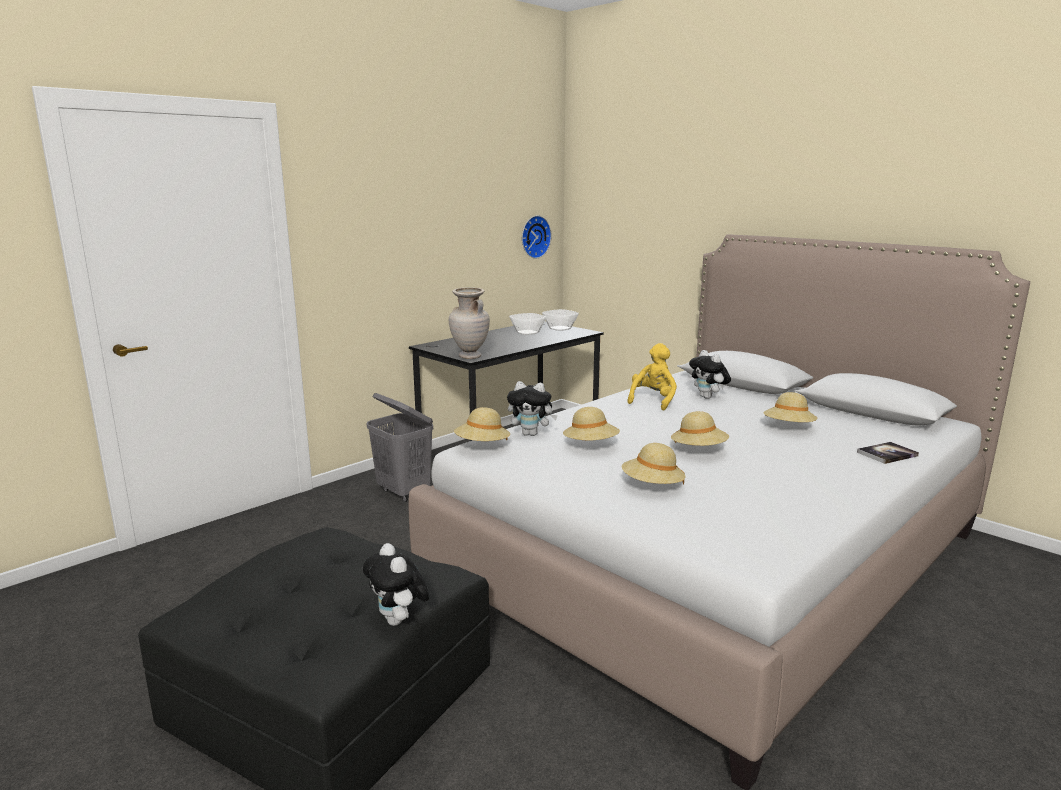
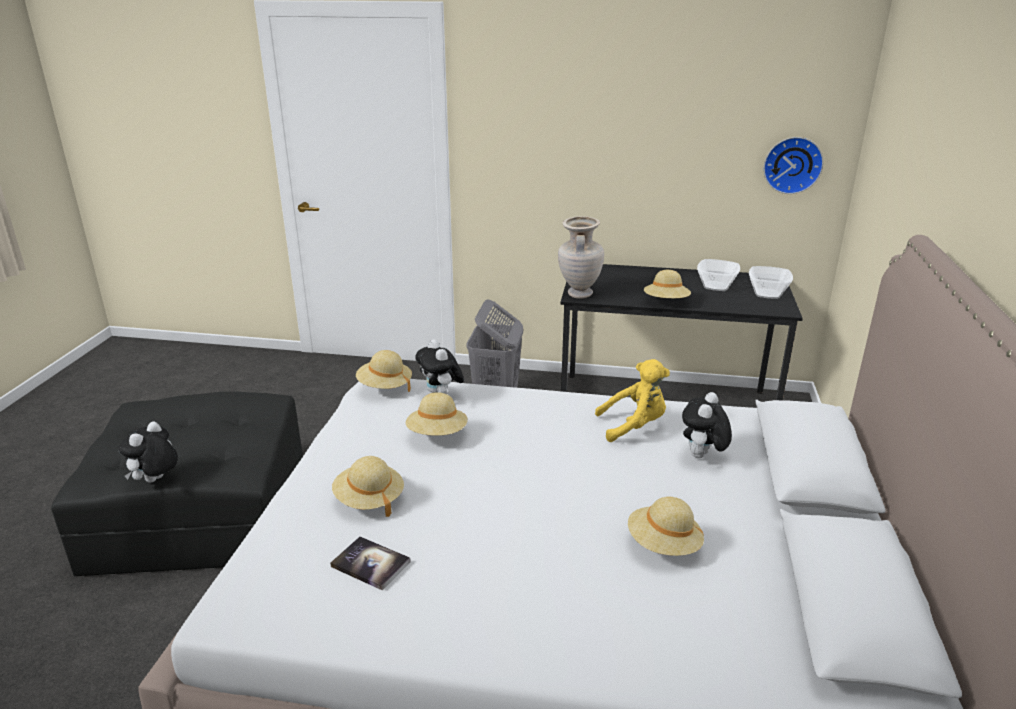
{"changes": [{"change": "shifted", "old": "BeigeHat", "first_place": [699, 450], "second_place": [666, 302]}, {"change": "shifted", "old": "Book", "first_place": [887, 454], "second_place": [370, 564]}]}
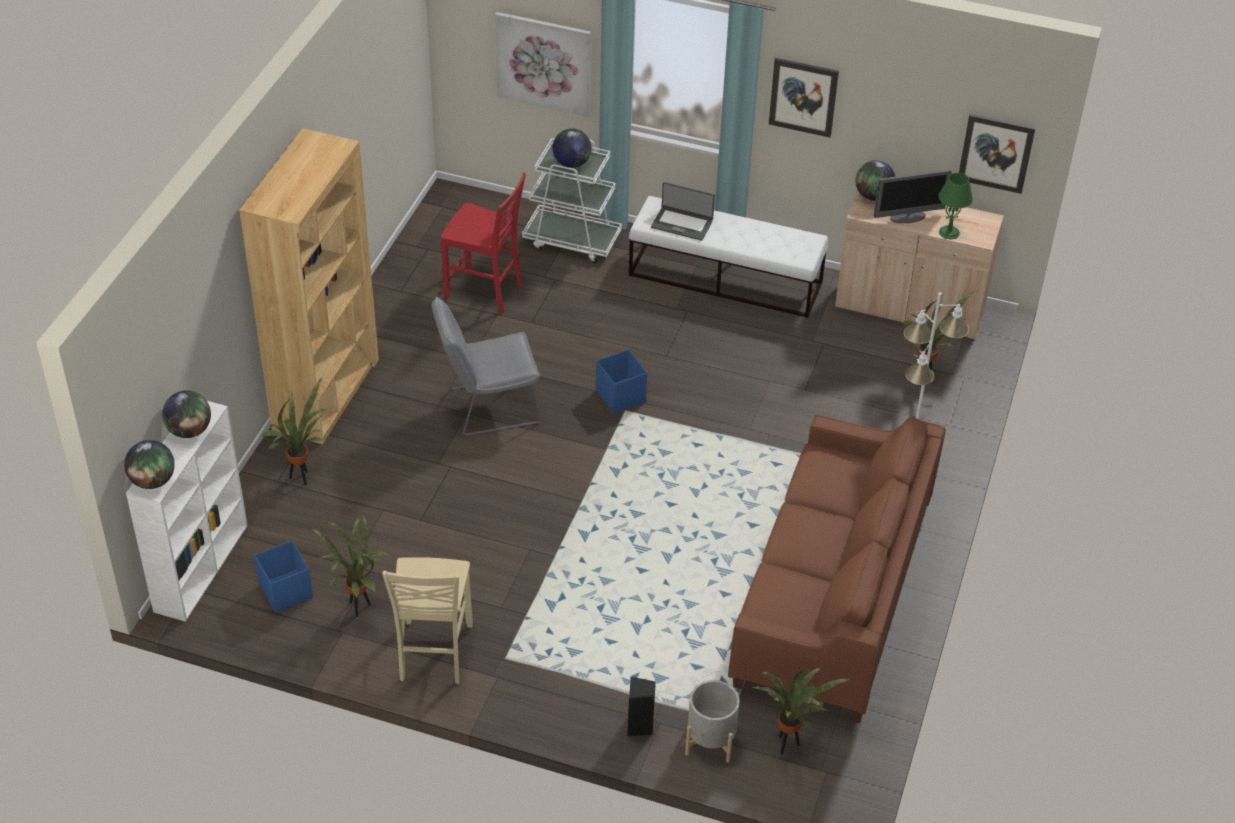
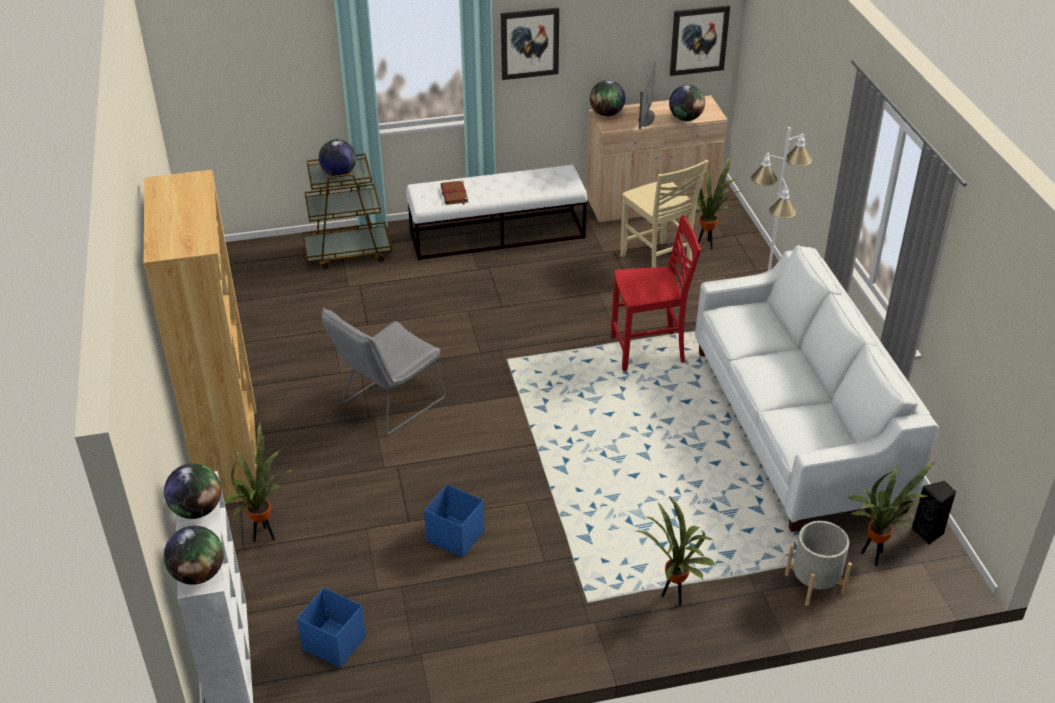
{"changes": [{"change": "gone", "old": "Picture", "first_place": [544, 63]}, {"change": "shifted", "old": "PottedPlant", "first_place": [358, 608], "second_place": [674, 598]}, {"change": "shifted", "old": "BeigeChair", "first_place": [433, 653], "second_place": [657, 264]}, {"change": "shifted", "old": "RedChair", "first_place": [485, 291], "second_place": [649, 351]}, {"change": "shifted", "old": "BlueStorageBox", "first_place": [620, 395], "second_place": [455, 536]}, {"change": "shifted", "old": "BlackSpeaker", "first_place": [640, 727], "second_place": [929, 533]}, {"change": "swapped", "old": "Laptop", "new": "BrownBook", "first_place": [682, 224], "second_place": [454, 194]}, {"change": "swapped", "old": "GreenTableLamp", "new": "Globe", "first_place": [949, 232], "second_place": [685, 118]}, {"change": "repainted", "old": "WhiteCart", "new": "BrownCart", "first_place": [572, 241], "second_place": [348, 252]}, {"change": "repainted", "old": "BrownSofa", "new": "WhiteSofa", "first_place": [832, 597], "second_place": [796, 428]}, {"change": "rotated", "old": "Monitor", "first_place": [908, 217], "second_place": [646, 118], "degrees": 150}]}
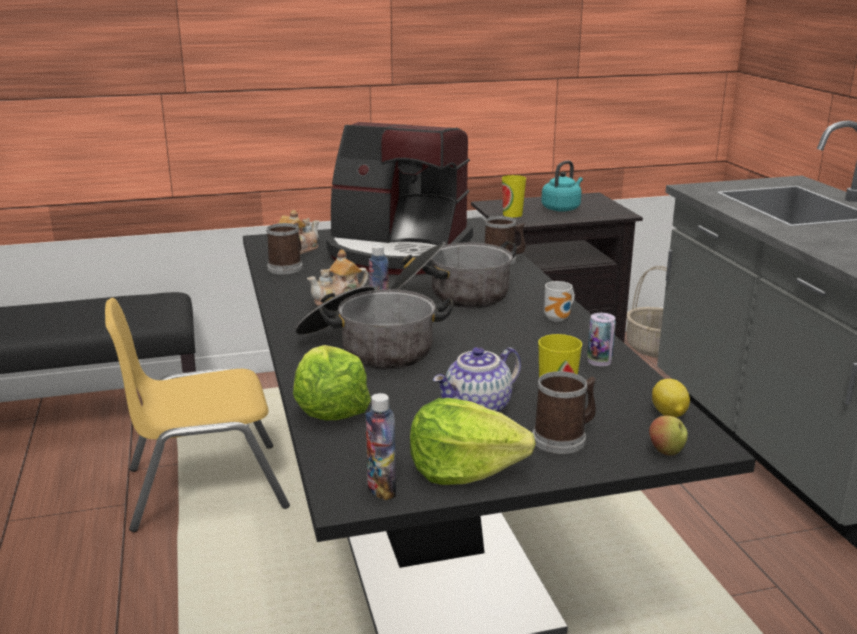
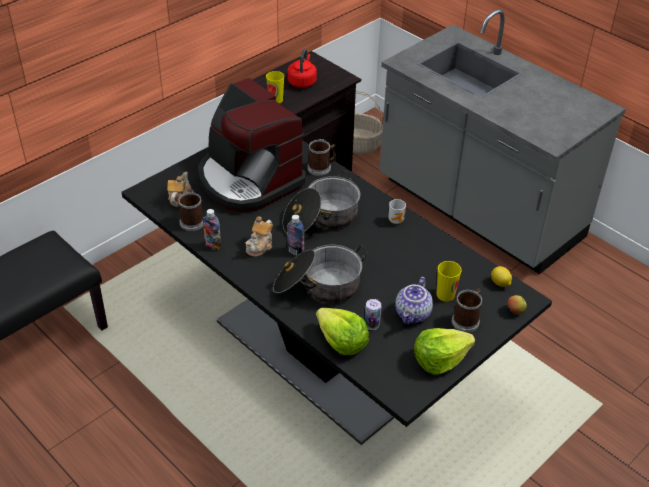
{"changes": [{"change": "gone", "old": "YellowChair", "first_place": [205, 487]}, {"change": "shifted", "old": "Bottle", "first_place": [381, 489], "second_place": [213, 245]}, {"change": "shifted", "old": "Can", "first_place": [599, 361], "second_place": [372, 324]}, {"change": "repainted", "old": "TurquoiseKettle", "new": "RedKettle", "first_place": [562, 208], "second_place": [302, 81]}, {"change": "rotated", "old": "CoffeeMachine", "first_place": [397, 252], "second_place": [248, 180], "degrees": 60}]}
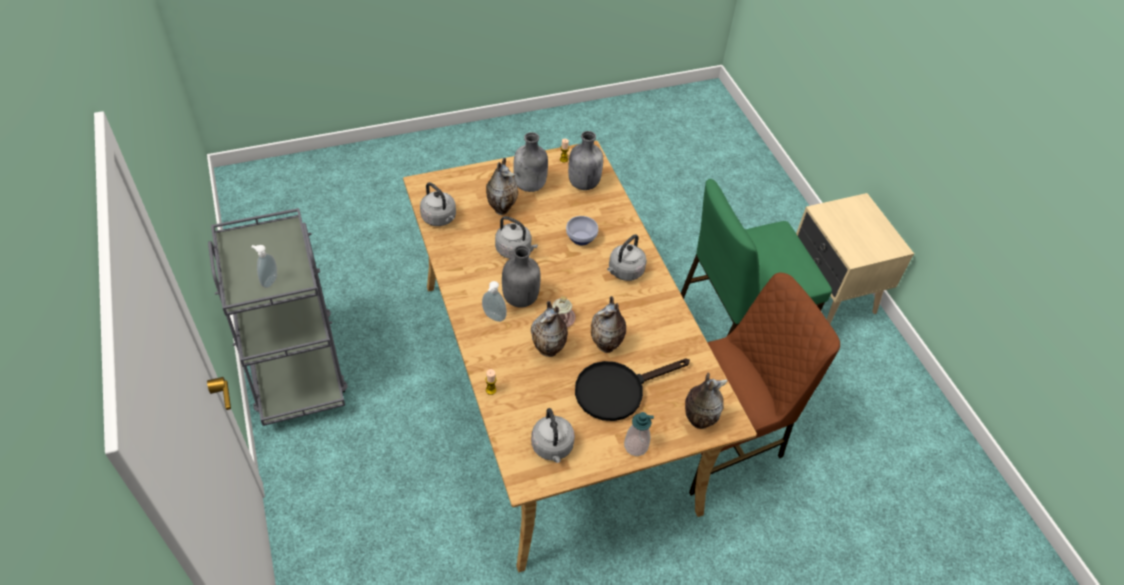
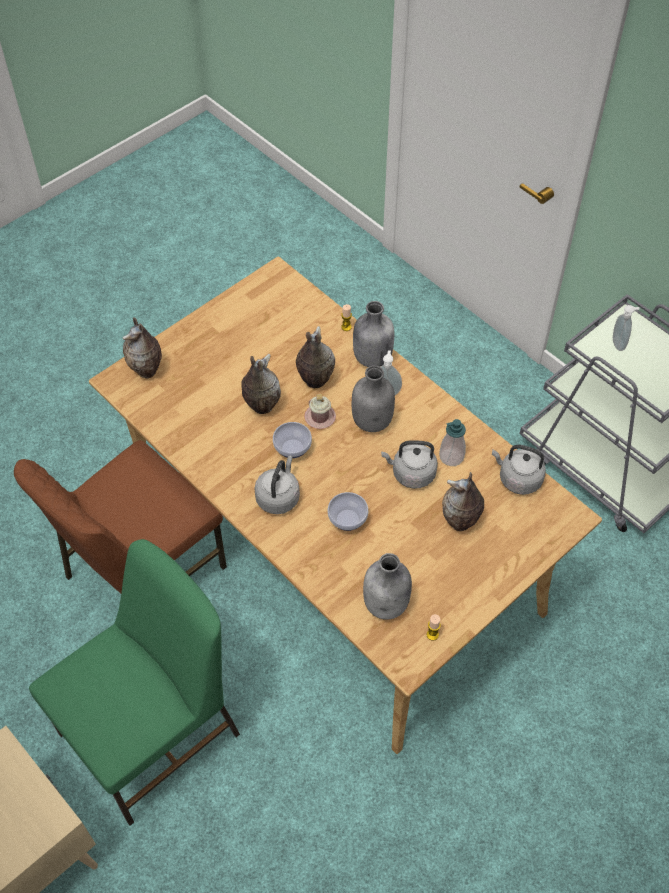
{"changes": [{"change": "gone", "old": "GreyKettle", "first_place": [552, 448]}, {"change": "gone", "old": "BlackFryingPan", "first_place": [617, 390]}, {"change": "new", "new": "Bowl", "second_place": [292, 450]}, {"change": "shifted", "old": "GreyBottle", "first_place": [530, 185], "second_place": [371, 357]}, {"change": "shifted", "old": "SoapDispenser", "first_place": [636, 446], "second_place": [451, 456]}]}
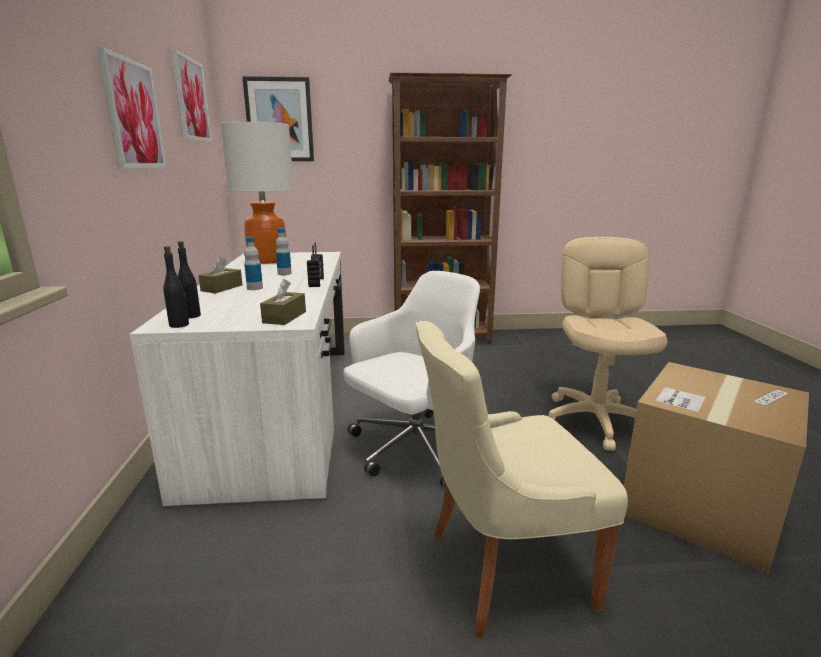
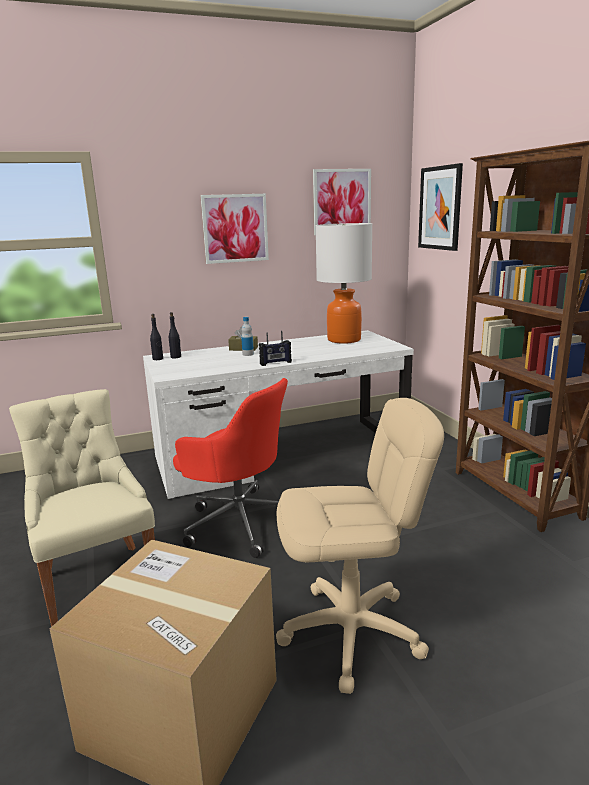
{"changes": [{"change": "gone", "old": "BrownTissueBox", "first_place": [284, 317]}, {"change": "gone", "old": "Bottle", "first_place": [284, 273]}, {"change": "repainted", "old": "WhiteOfficeChair", "new": "RedOfficeChair", "first_place": [414, 450], "second_place": [239, 521]}]}
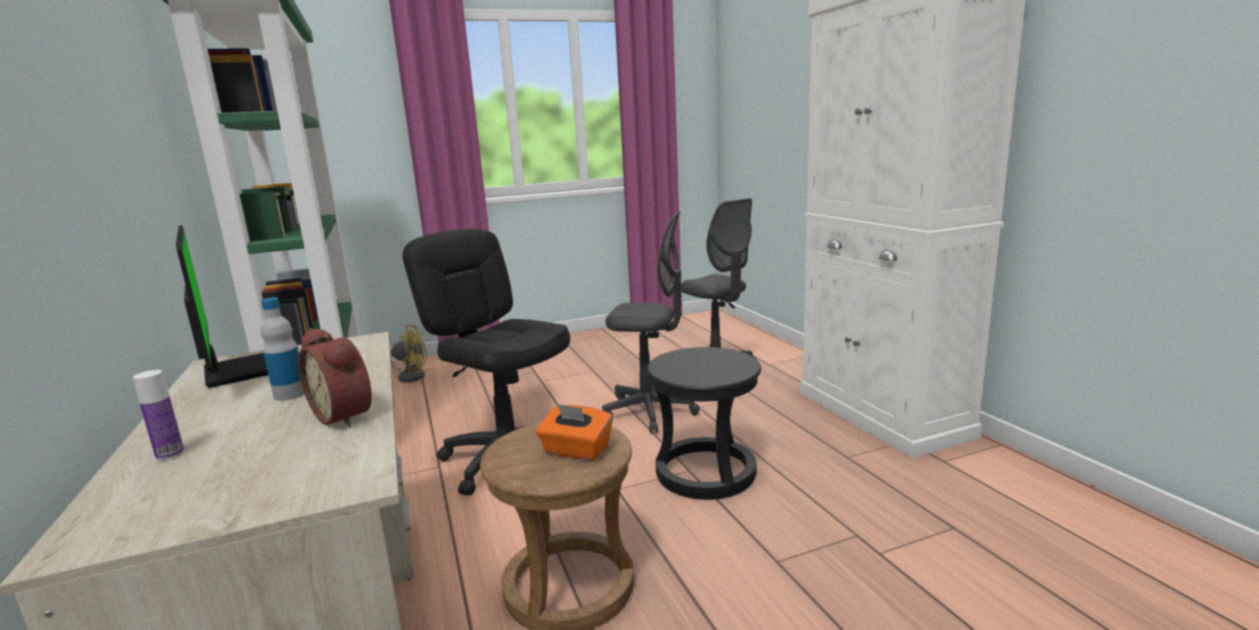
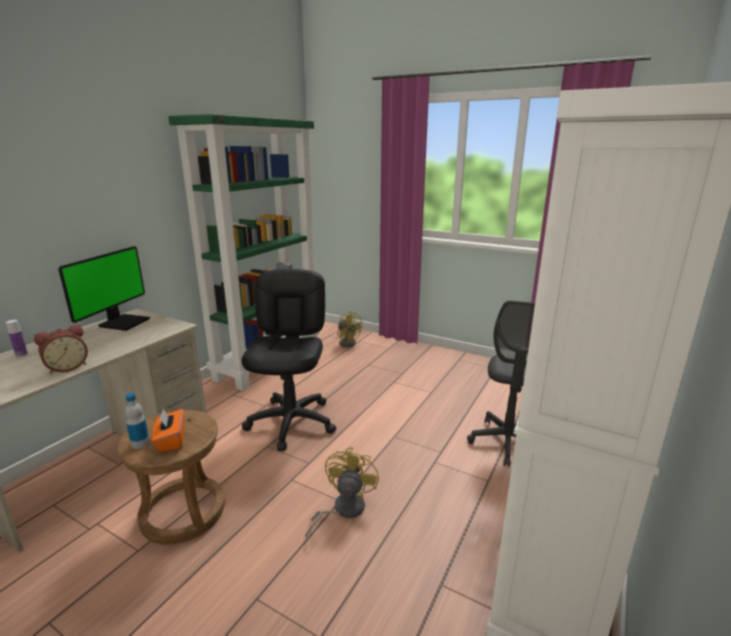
{"changes": [{"change": "gone", "old": "GreyOfficeChair", "first_place": [649, 412]}, {"change": "shifted", "old": "Bottle", "first_place": [290, 394], "second_place": [140, 443]}, {"change": "swapped", "old": "BlackStool", "new": "YellowFan", "first_place": [705, 472], "second_place": [343, 510]}, {"change": "rotated", "old": "AlarmClock", "first_place": [347, 415], "second_place": [67, 367], "degrees": -135}]}
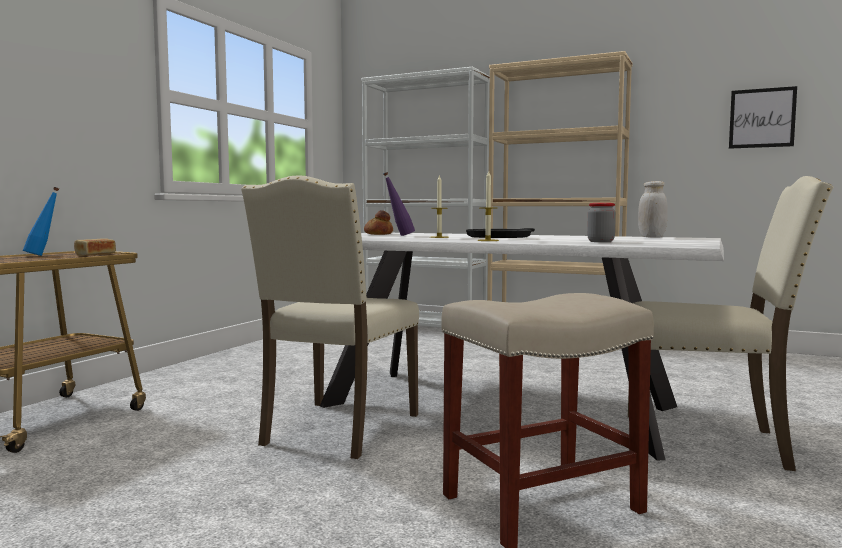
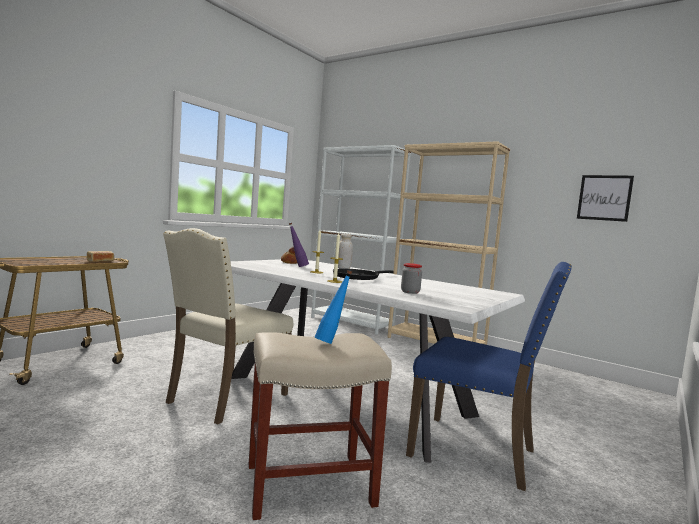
{"changes": [{"change": "shifted", "old": "BlueBottle", "first_place": [43, 255], "second_place": [331, 342]}, {"change": "shifted", "old": "WhiteJar", "first_place": [651, 237], "second_place": [343, 268]}, {"change": "repainted", "old": "BeigeChair", "new": "BlueChair", "first_place": [707, 442], "second_place": [476, 452]}]}
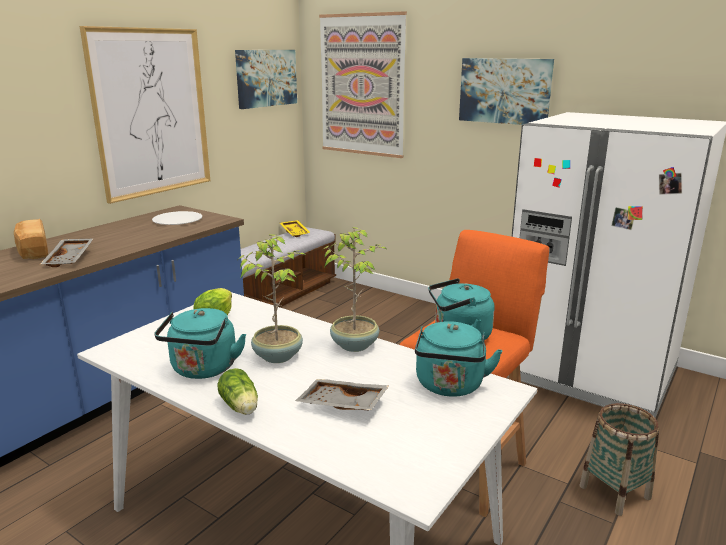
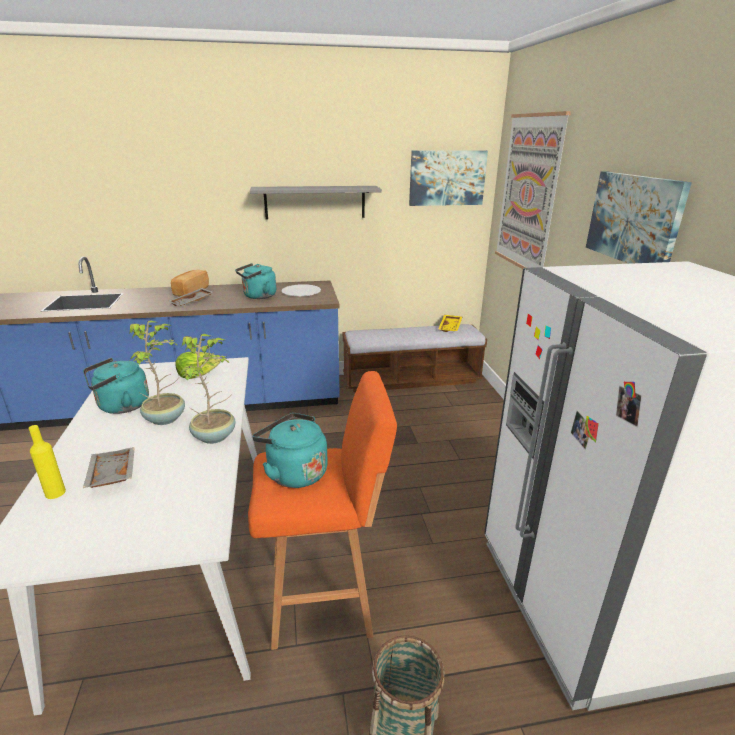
{"changes": [{"change": "gone", "old": "Lettuce", "first_place": [240, 407]}, {"change": "new", "new": "YellowBottle", "second_place": [55, 493]}, {"change": "shifted", "old": "TurquoiseKettle", "first_place": [450, 386], "second_place": [258, 296]}, {"change": "swapped", "old": "Picture", "new": "GreyShelf", "first_place": [151, 113], "second_place": [315, 202]}]}
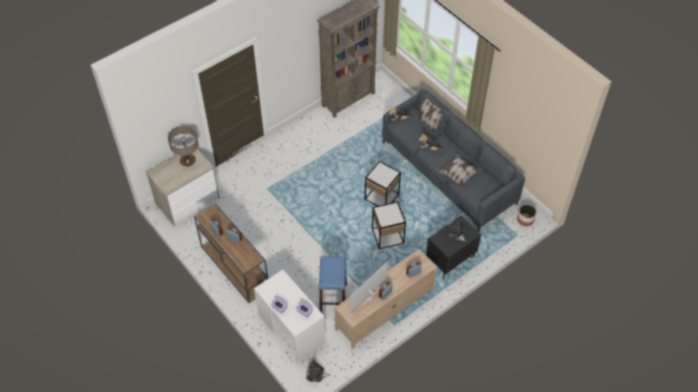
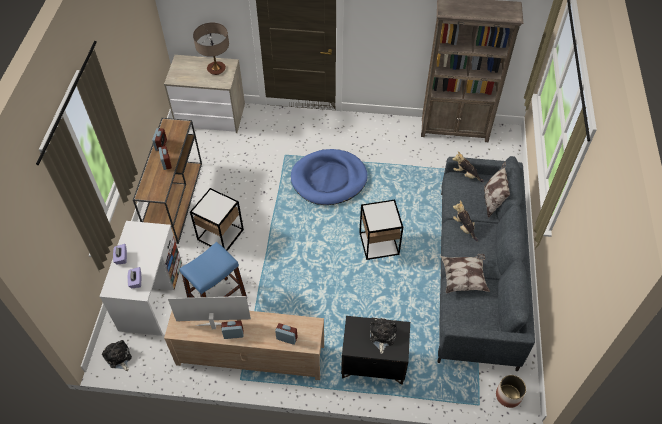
{"changes": [{"change": "new", "new": "BlueDogBed", "second_place": [329, 179]}, {"change": "shifted", "old": "SideTable", "first_place": [387, 236], "second_place": [220, 235]}]}
